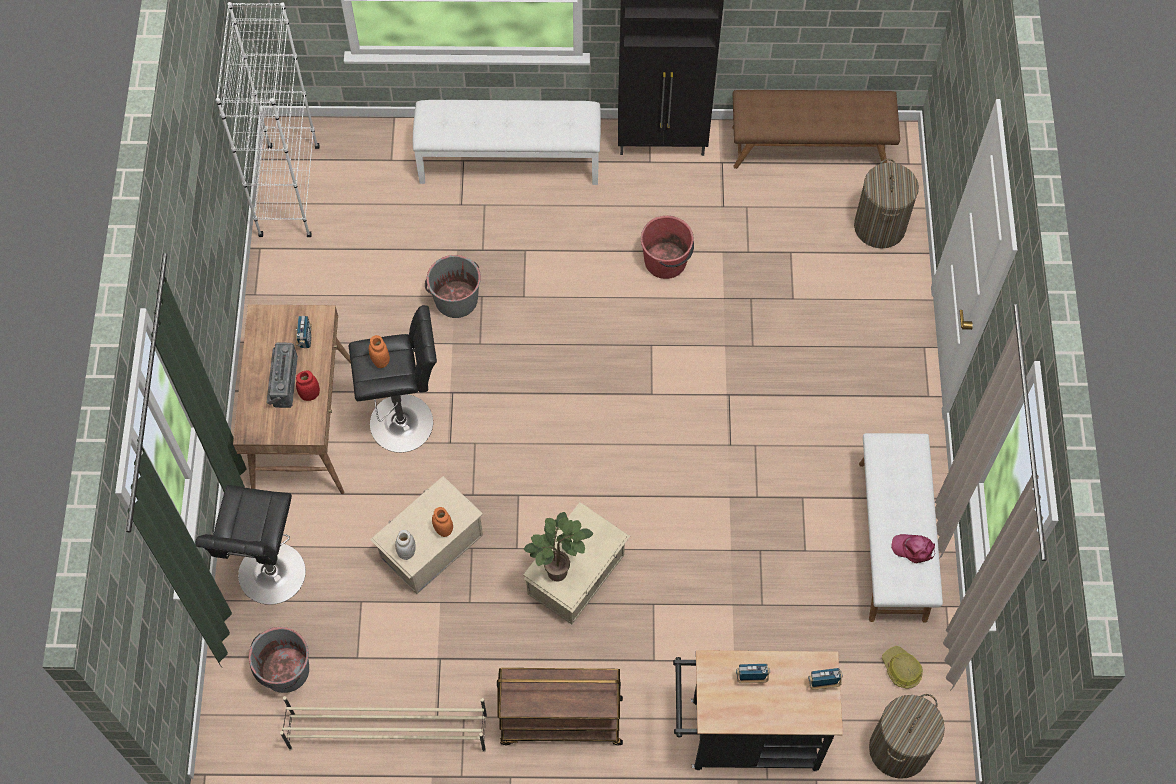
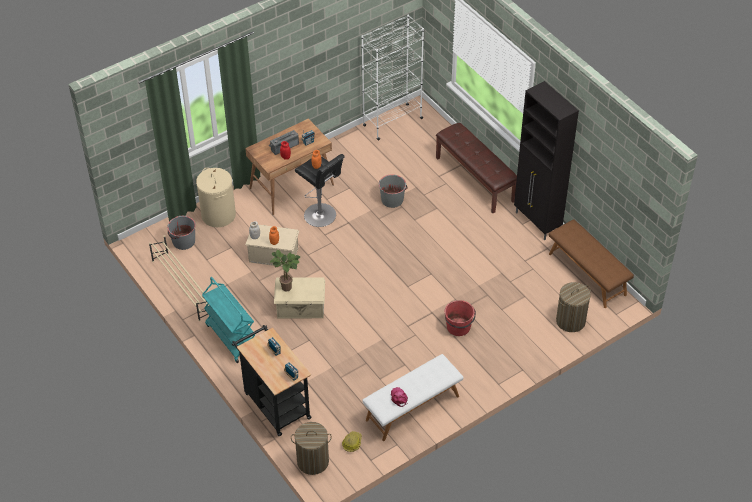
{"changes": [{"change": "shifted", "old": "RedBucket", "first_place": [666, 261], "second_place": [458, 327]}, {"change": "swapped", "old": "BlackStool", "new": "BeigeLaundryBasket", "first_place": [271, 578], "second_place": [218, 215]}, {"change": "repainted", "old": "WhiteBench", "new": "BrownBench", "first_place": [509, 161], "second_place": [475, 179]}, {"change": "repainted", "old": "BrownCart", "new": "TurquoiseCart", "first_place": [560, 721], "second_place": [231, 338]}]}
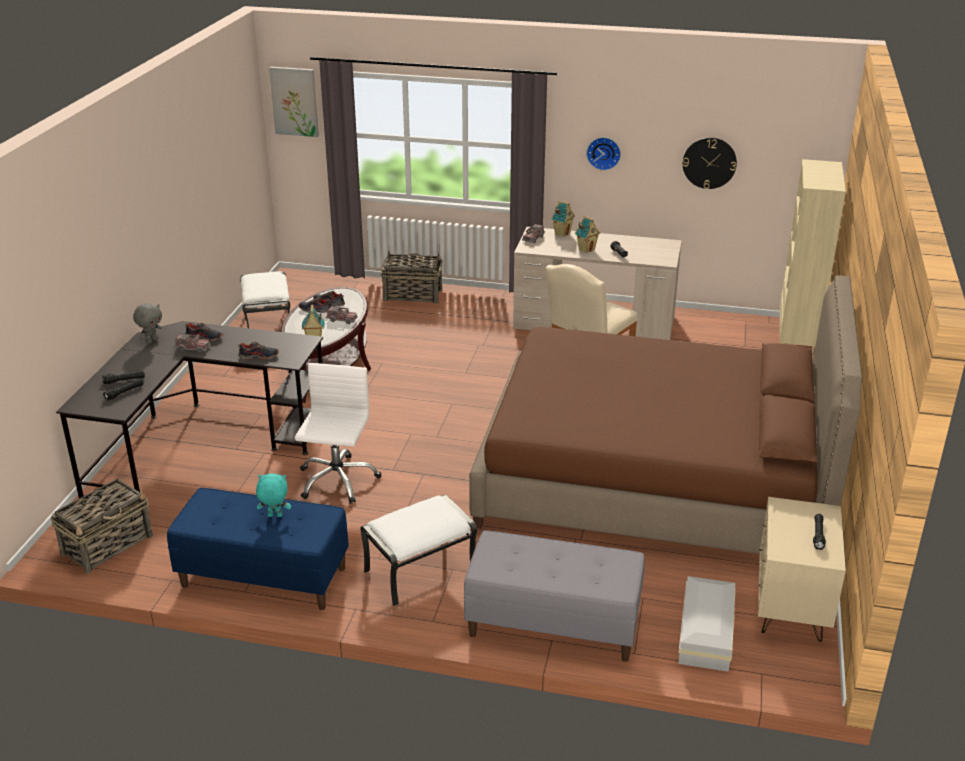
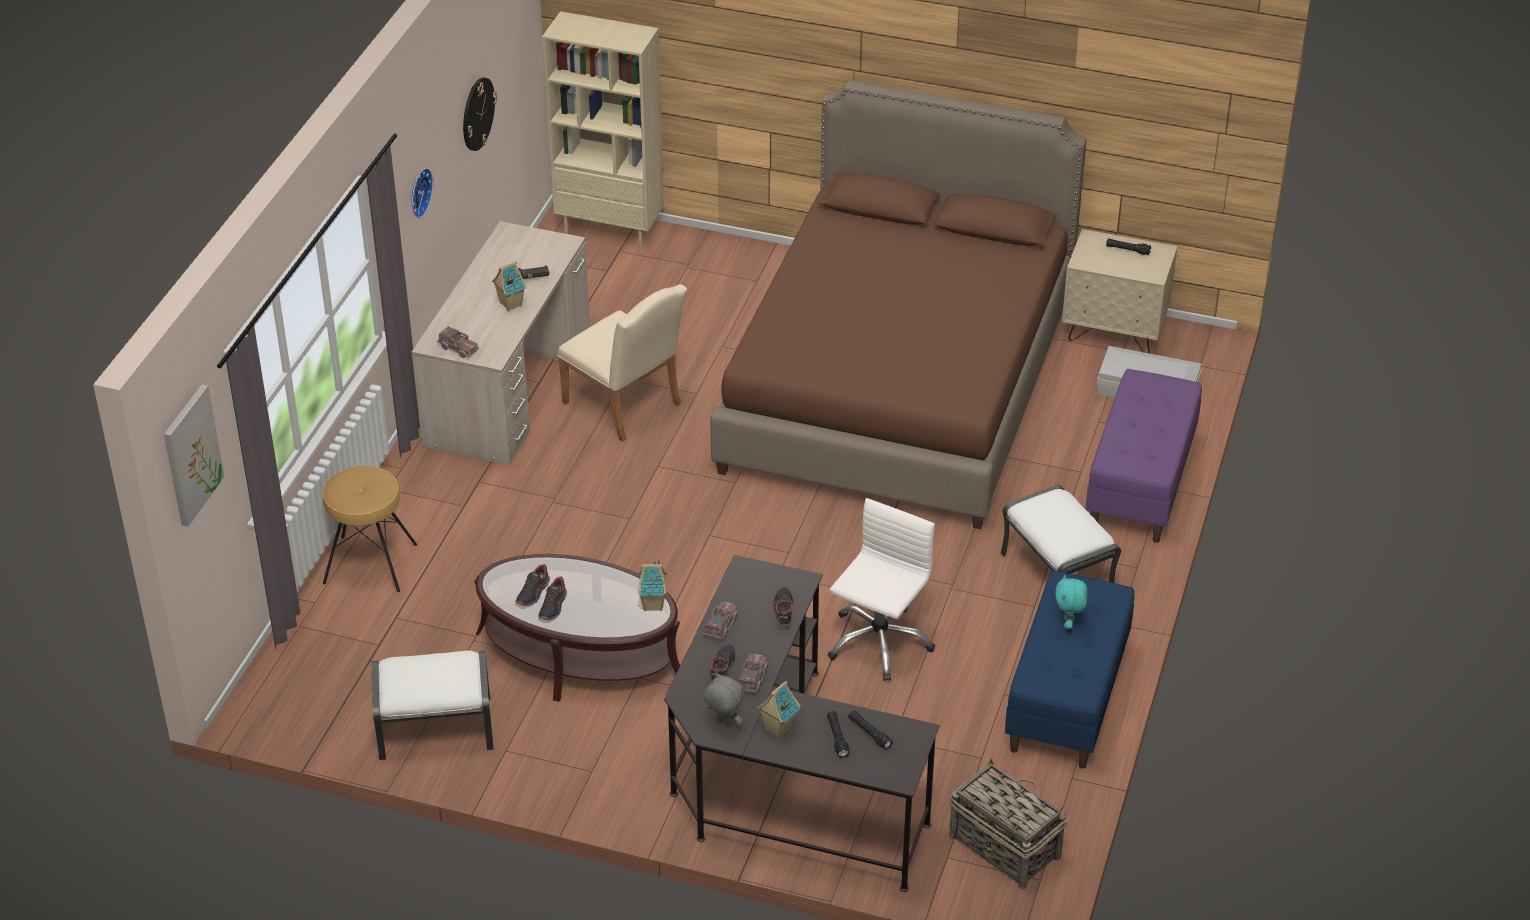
{"changes": [{"change": "shifted", "old": "ToyTruck", "first_place": [342, 319], "second_place": [721, 625]}, {"change": "shifted", "old": "ToyHouse", "first_place": [562, 233], "second_place": [777, 729]}, {"change": "swapped", "old": "Basket", "new": "BrownStool", "first_place": [412, 295], "second_place": [370, 564]}, {"change": "repainted", "old": "GreyBench", "new": "PurpleBench", "first_place": [552, 625], "second_place": [1141, 485]}, {"change": "rotated", "old": "WhiteOfficeChair", "first_place": [337, 480], "second_place": [878, 642], "degrees": 105}]}
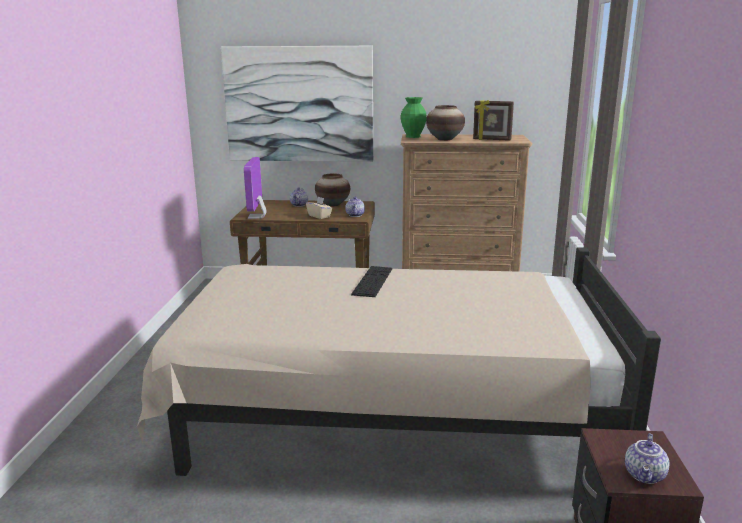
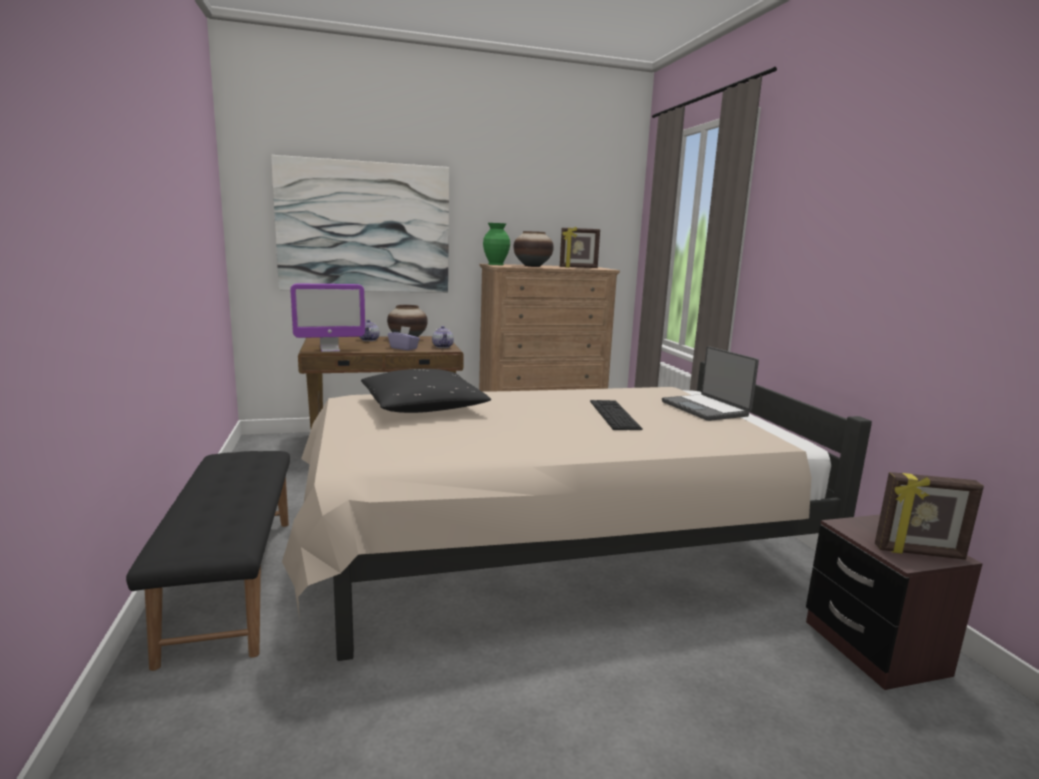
{"changes": [{"change": "new", "new": "BlackBench", "second_place": [234, 582]}, {"change": "new", "new": "BlackPillow", "second_place": [423, 407]}, {"change": "new", "new": "Laptop", "second_place": [706, 409]}, {"change": "shifted", "old": "Keyboard", "first_place": [373, 281], "second_place": [614, 414]}, {"change": "swapped", "old": "Teapot", "new": "PictureFrame", "first_place": [645, 475], "second_place": [919, 553]}, {"change": "repainted", "old": "BeigeTissueBox", "new": "PurpleTissueBox", "first_place": [319, 216], "second_place": [404, 348]}, {"change": "rotated", "old": "Monitor", "first_place": [257, 216], "second_place": [330, 350], "degrees": -90}]}
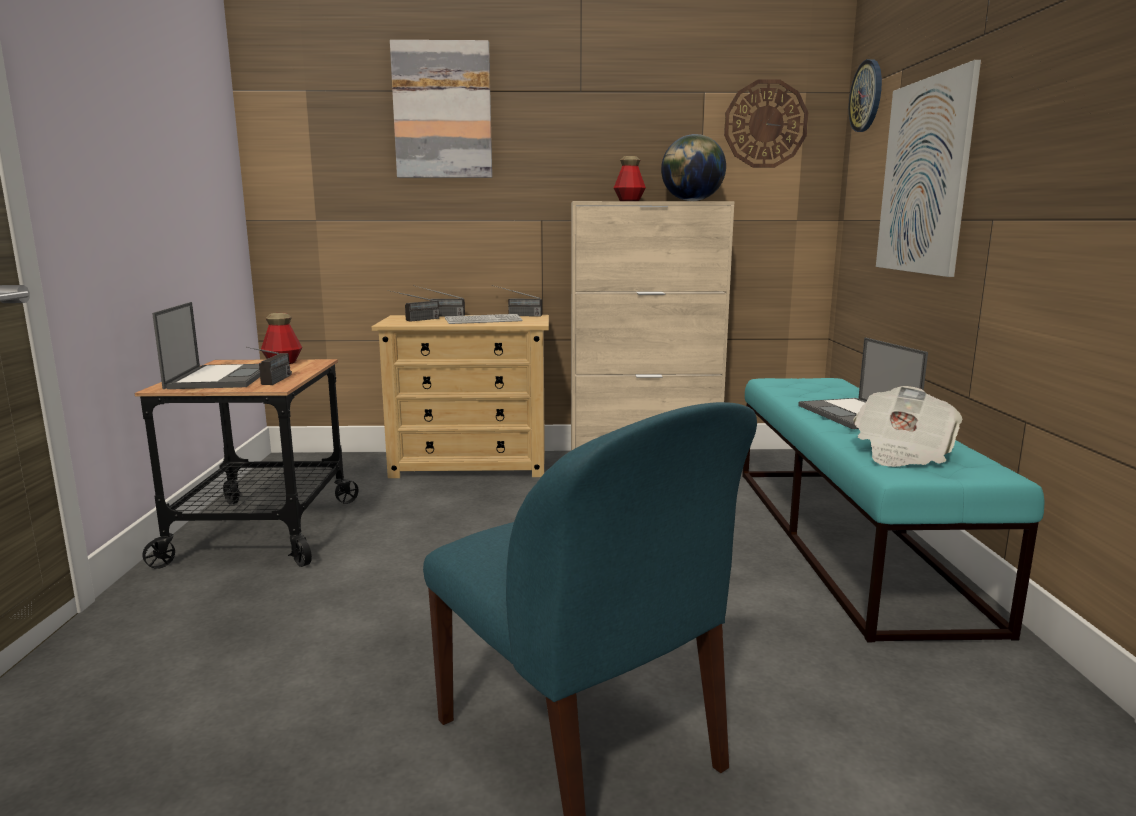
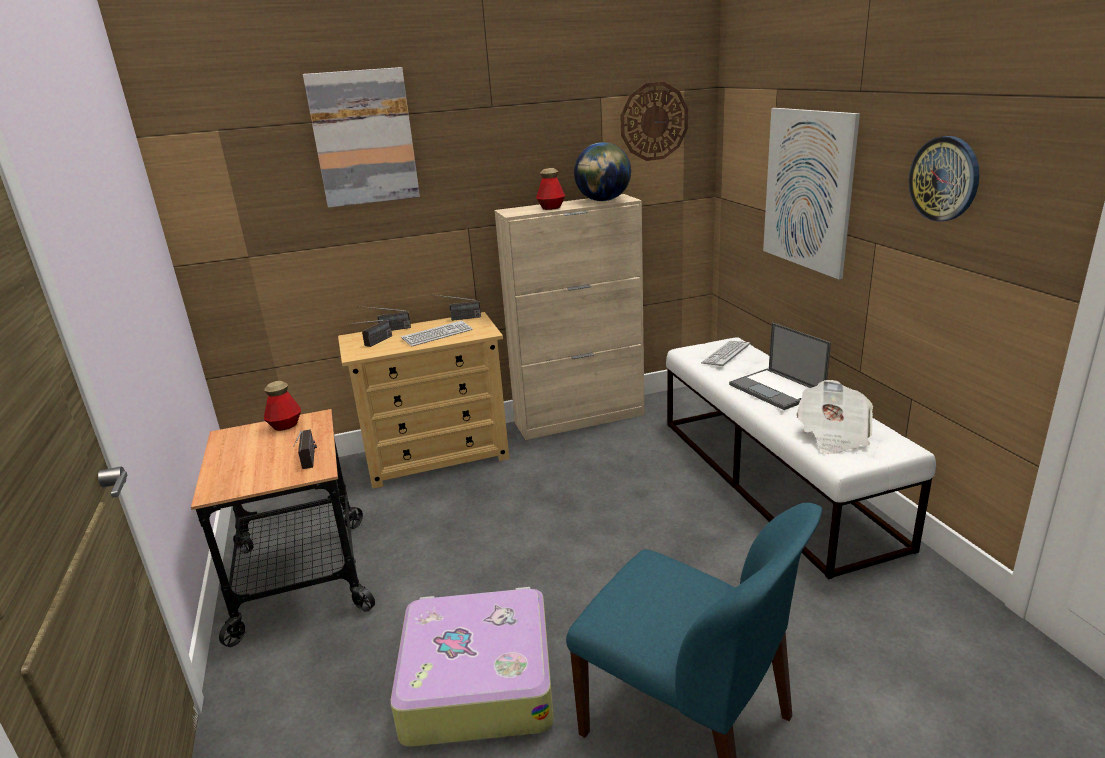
{"changes": [{"change": "gone", "old": "Laptop", "first_place": [220, 377]}, {"change": "new", "new": "Suitcase", "second_place": [477, 680]}, {"change": "new", "new": "Keyboard", "second_place": [725, 354]}, {"change": "shifted", "old": "WallClock", "first_place": [867, 96], "second_place": [944, 179]}, {"change": "repainted", "old": "TurquoiseBench", "new": "WhiteBench", "first_place": [847, 539], "second_place": [773, 479]}]}
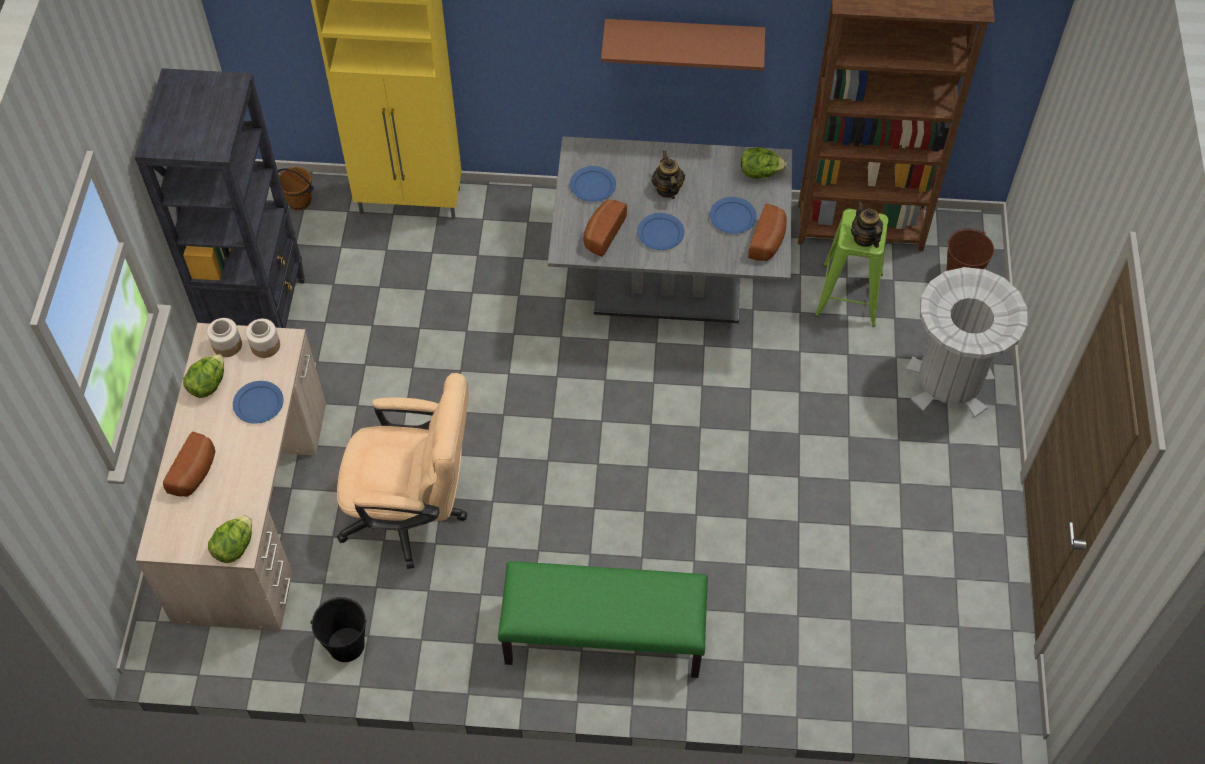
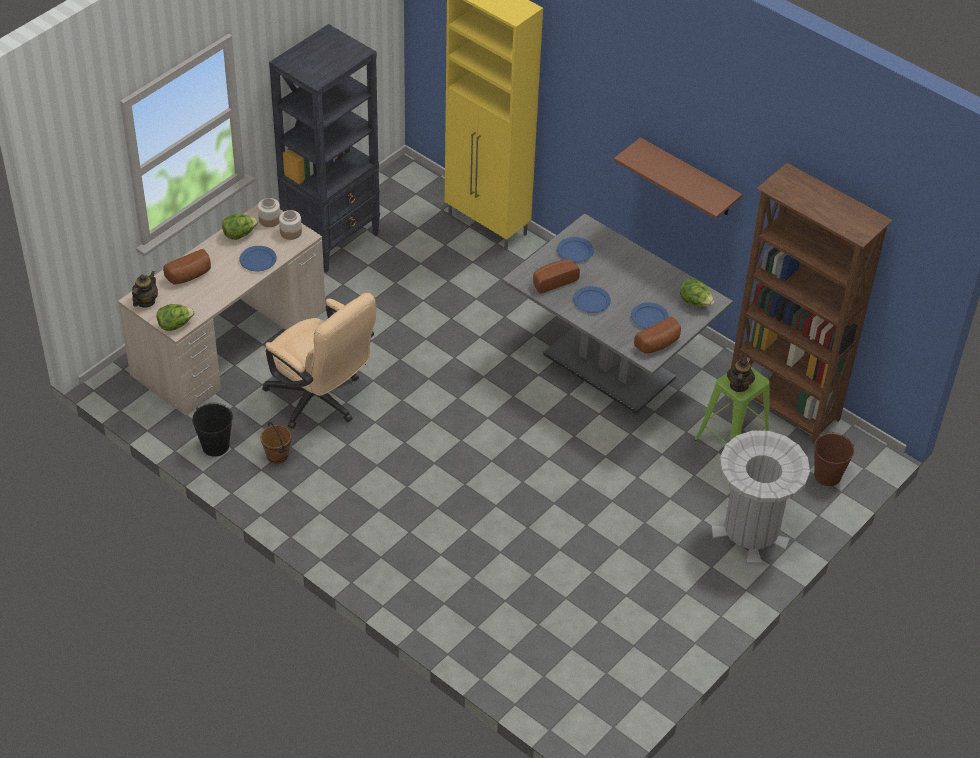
{"changes": [{"change": "gone", "old": "GreenBench", "first_place": [603, 638]}, {"change": "shifted", "old": "BrownBucket", "first_place": [299, 201], "second_place": [278, 456]}, {"change": "shifted", "old": "Teapot", "first_place": [667, 189], "second_place": [145, 301]}]}
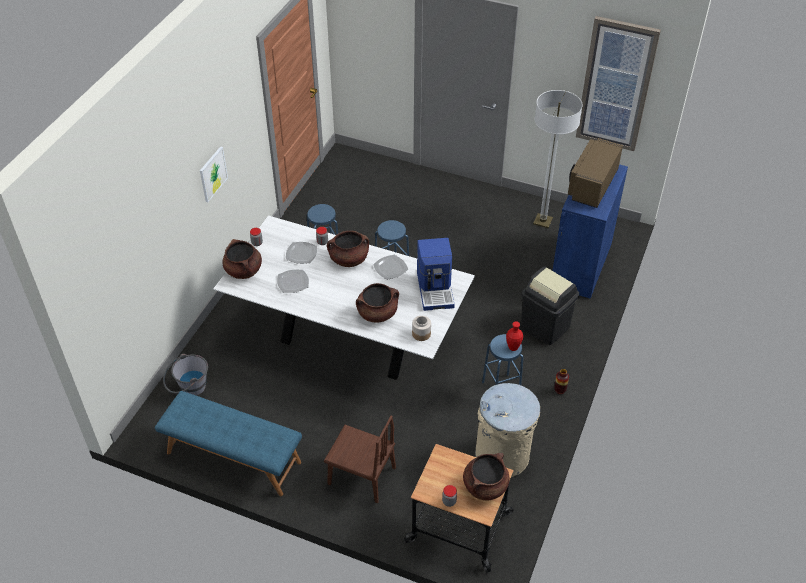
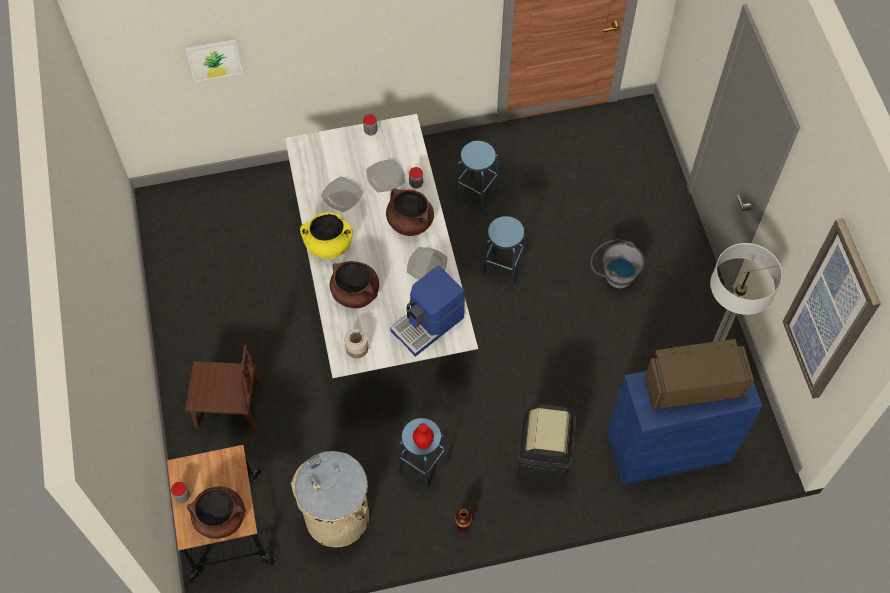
{"changes": [{"change": "gone", "old": "BlueBench", "first_place": [233, 458]}, {"change": "gone", "old": "BrownCookingPot", "first_place": [244, 270]}, {"change": "new", "new": "YellowCookingPot", "second_place": [328, 245]}, {"change": "shifted", "old": "GreyBucket", "first_place": [189, 389], "second_place": [613, 274]}, {"change": "shifted", "old": "Picture", "first_place": [213, 174], "second_place": [214, 59]}, {"change": "rotated", "old": "BrownChair", "first_place": [361, 476], "second_place": [228, 406], "degrees": -75}]}
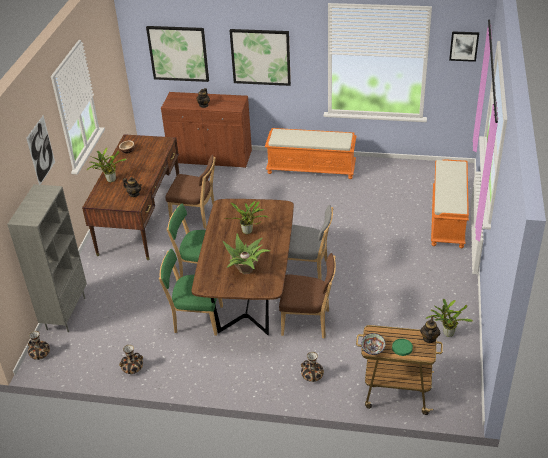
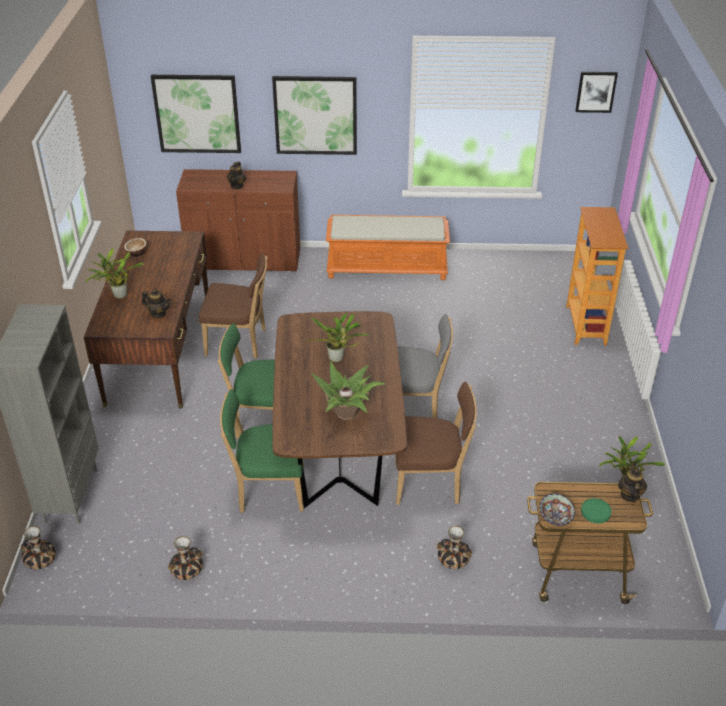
{"changes": [{"change": "gone", "old": "Picture", "first_place": [41, 150]}, {"change": "swapped", "old": "OrangeBench", "new": "Bookcase", "first_place": [448, 218], "second_place": [586, 326]}]}
